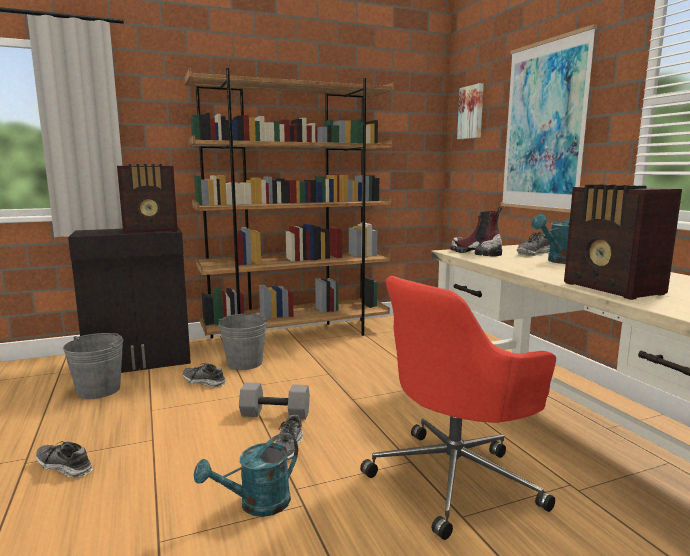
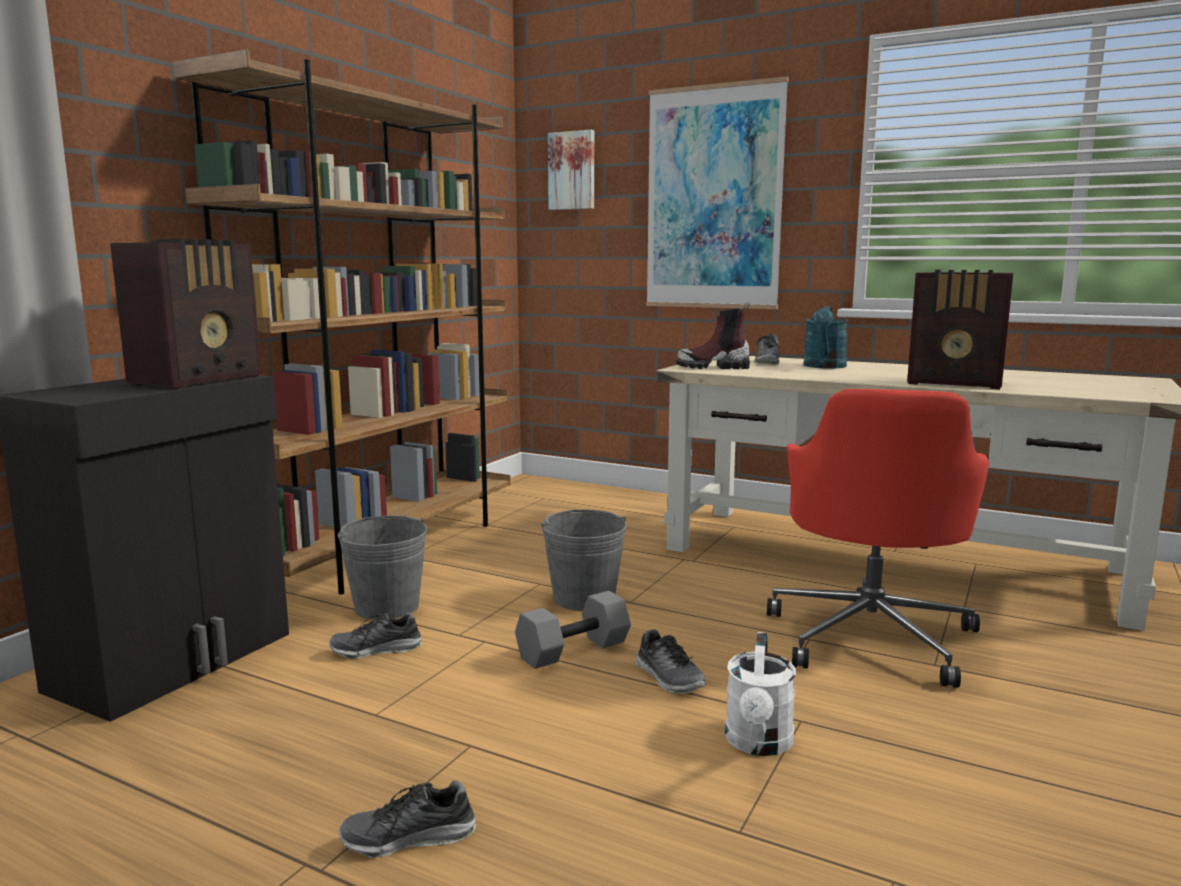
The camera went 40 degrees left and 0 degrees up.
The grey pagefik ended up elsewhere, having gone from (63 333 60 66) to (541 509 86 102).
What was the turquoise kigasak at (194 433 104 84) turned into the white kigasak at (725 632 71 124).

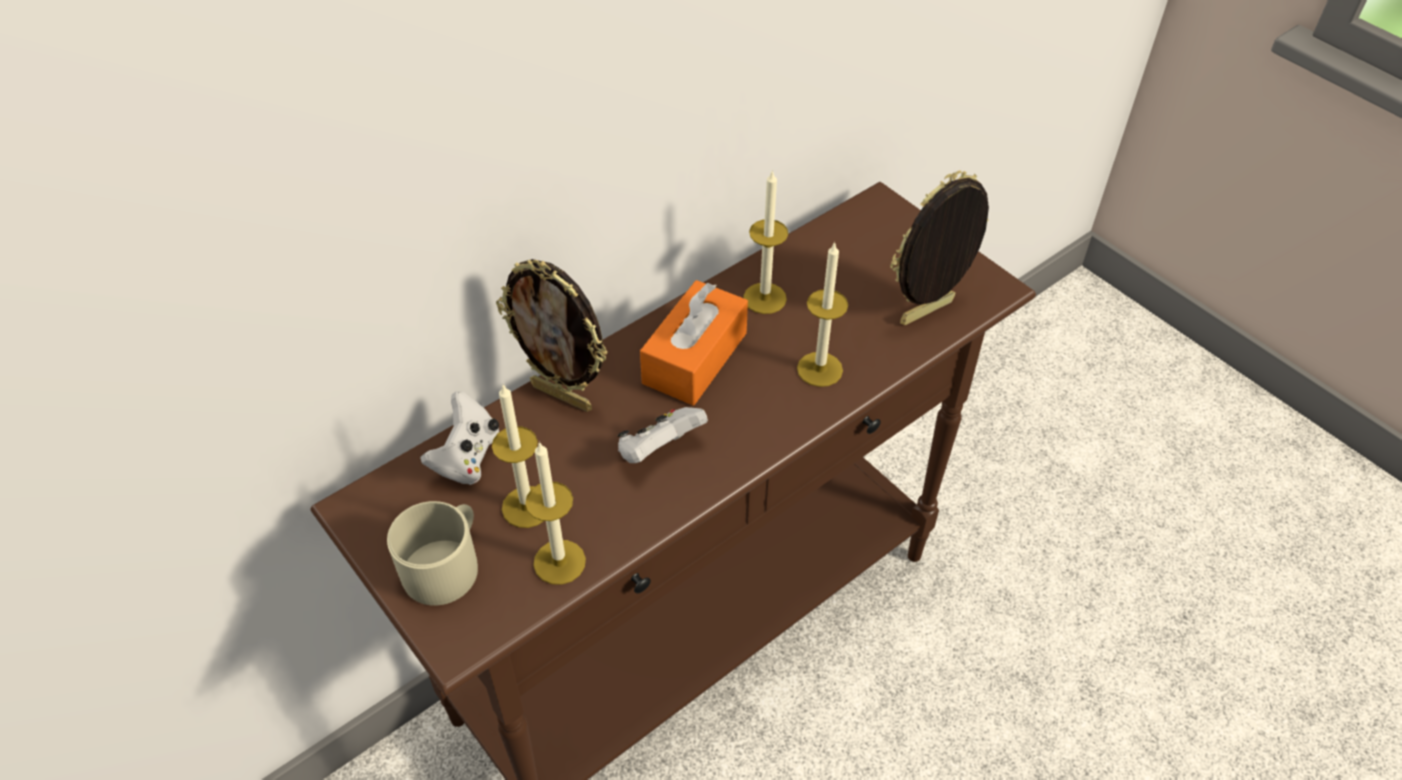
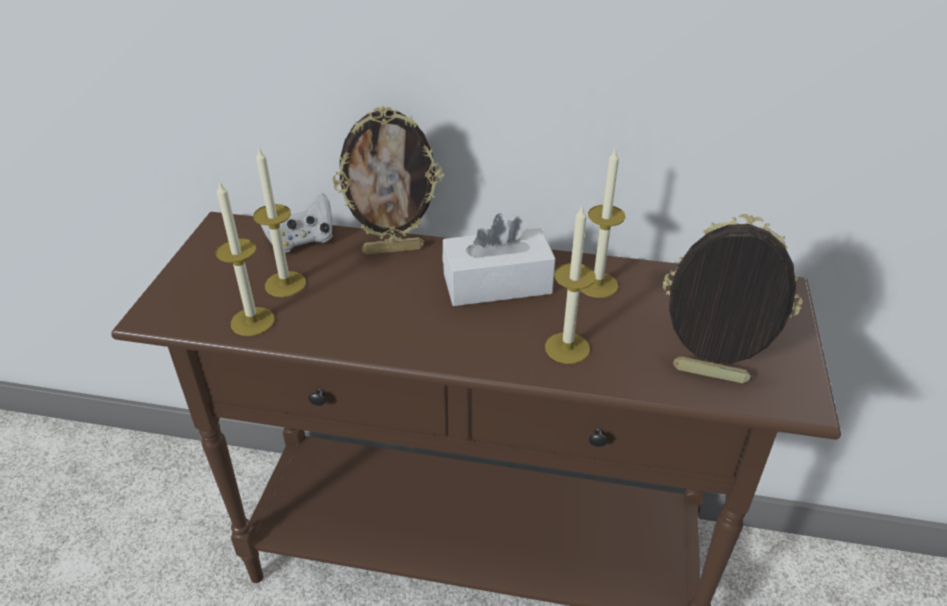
The camera went 50 degrees right and 10 degrees down.
The second view lost the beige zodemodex at (387 501 91 105).
The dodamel at (496 259 112 153) ended up facing another way, 90 degrees counterclockwise from before.
The second view lost the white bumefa at (618 407 90 56).
What was the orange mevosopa at (640 280 108 125) turned into the white mevosopa at (443 213 112 93).

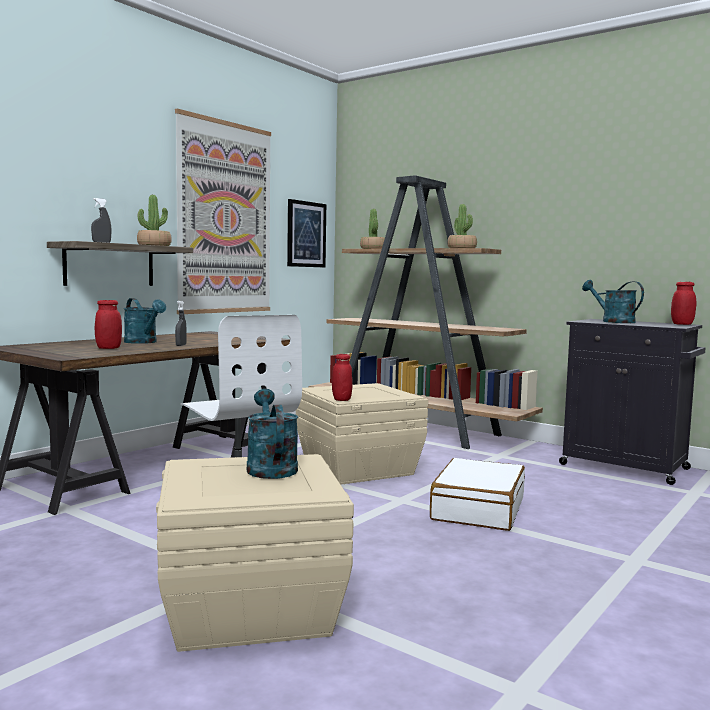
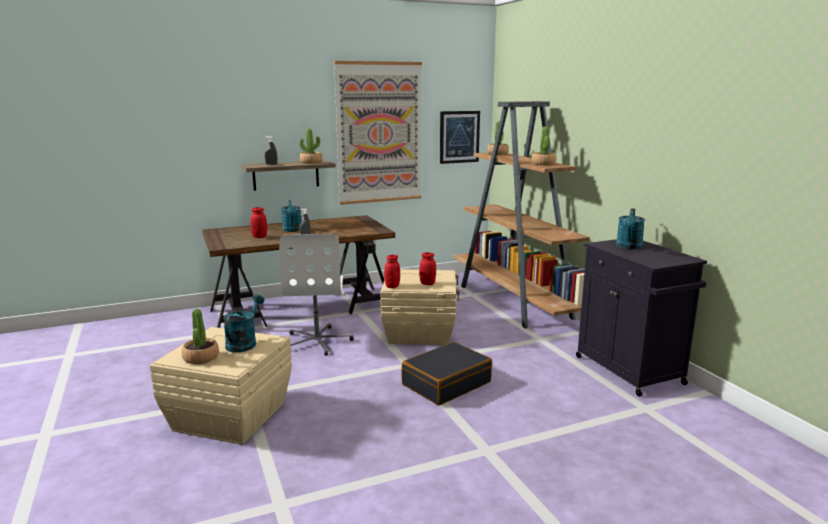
The camera went 30 degrees right and 10 degrees up.
What was the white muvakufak at (430 458 95 73) turned into the black muvakufak at (402 342 90 63).
The turquoise kigasak at (582 280 62 43) ended up facing another way, 150 degrees counterclockwise from before.
The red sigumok ended up elsewhere, having gone from (671 282 25 43) to (419 252 17 33).
The second view gained the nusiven at (182 309 37 55).

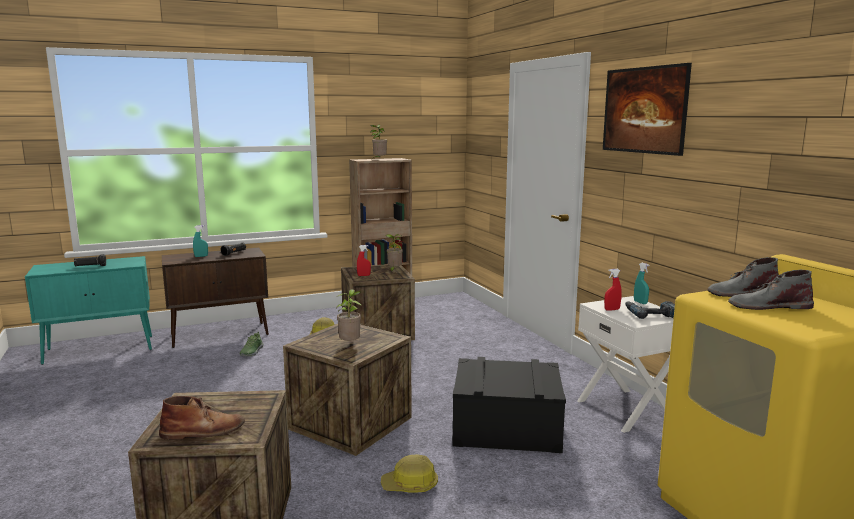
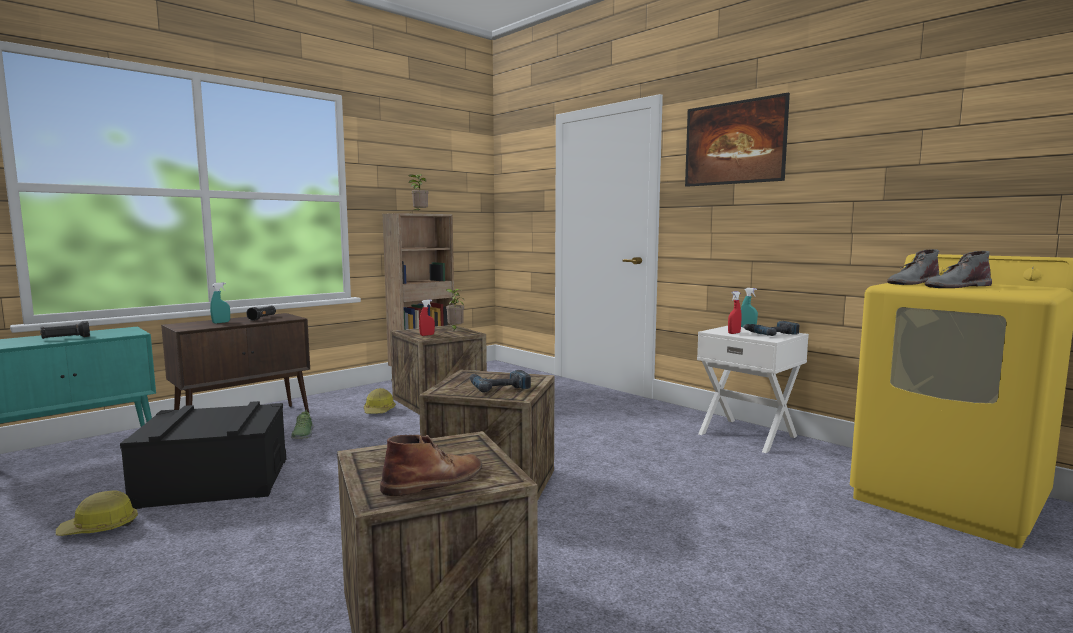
The camera went 20 degrees left and 5 degrees down.
Where the nusiven stood at (336 289 26 52), the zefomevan came to stand at (470 370 61 22).
The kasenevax ended up elsewhere, having gone from (381 454 57 39) to (56 491 82 45).
The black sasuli ended up elsewhere, having gone from (452 357 114 96) to (120 401 166 108).

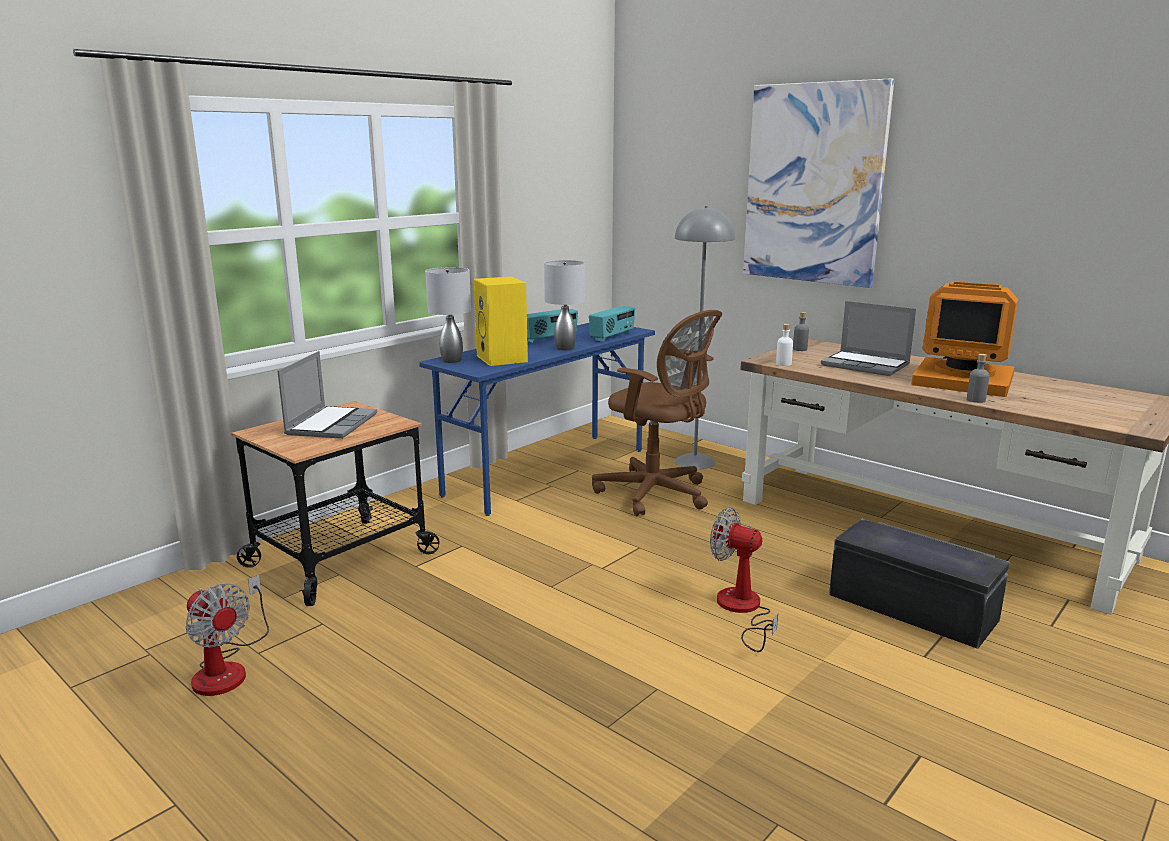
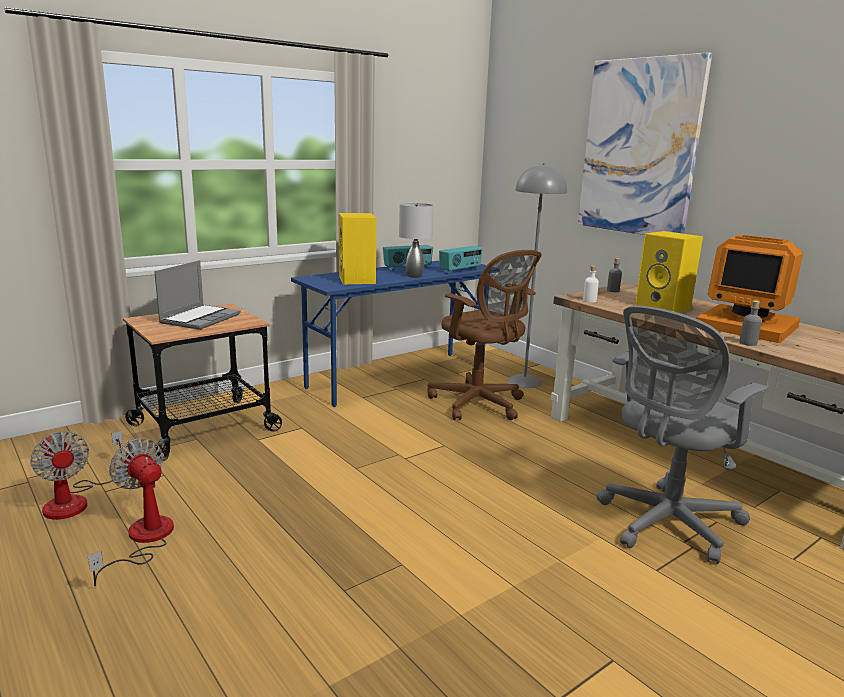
The camera went 10 degrees right and 0 degrees up.
The second view lost the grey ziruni at (425 267 46 96).
The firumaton ended up elsewhere, having gone from (710 508 68 144) to (88 438 86 148).
Where the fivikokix stood at (821 301 95 75), the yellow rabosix came to stand at (635 231 68 82).
Where the black sasuli stood at (829 519 181 130), the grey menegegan came to stand at (597 306 170 258).

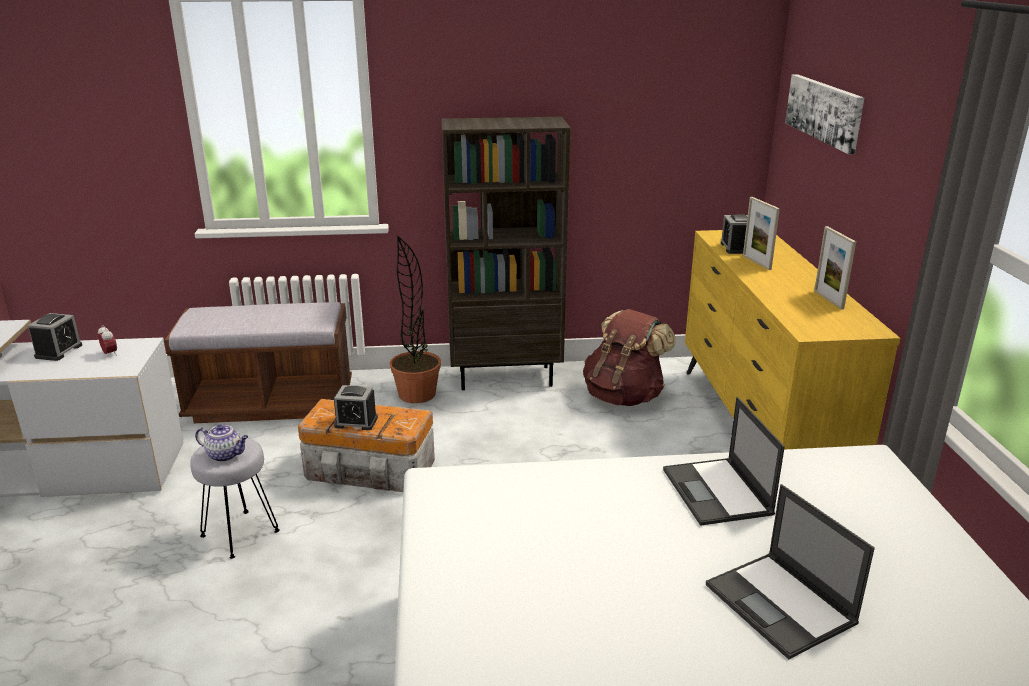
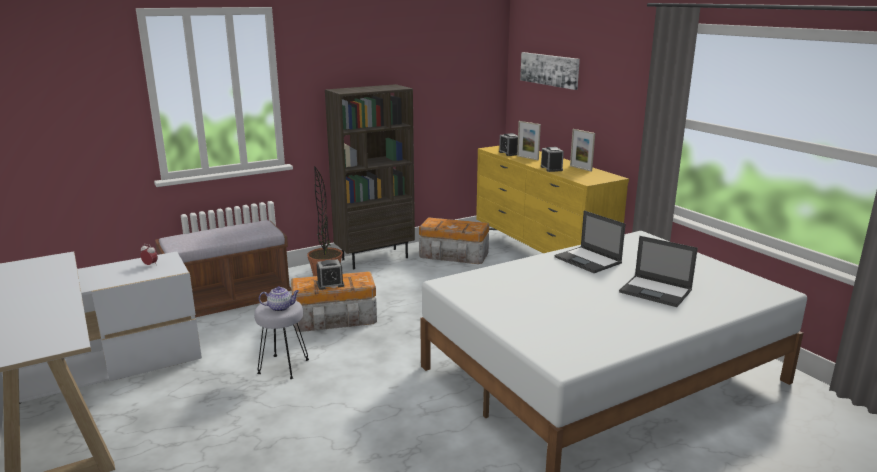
The camera went 25 degrees left and 5 degrees down.
The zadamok ended up elsewhere, having gone from (28 313 54 48) to (541 147 23 25).
Where the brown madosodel stood at (583 309 93 97), the sasuli came to stand at (419 217 70 47).

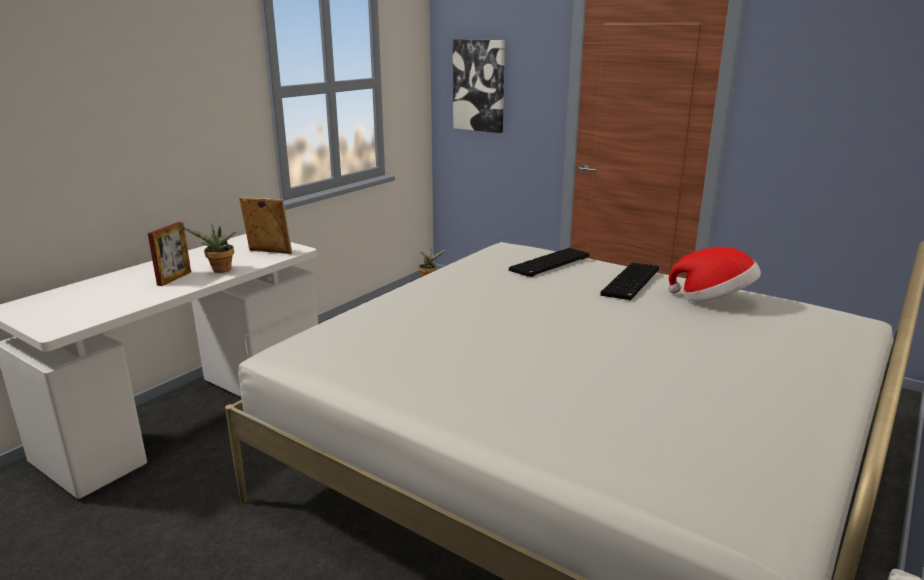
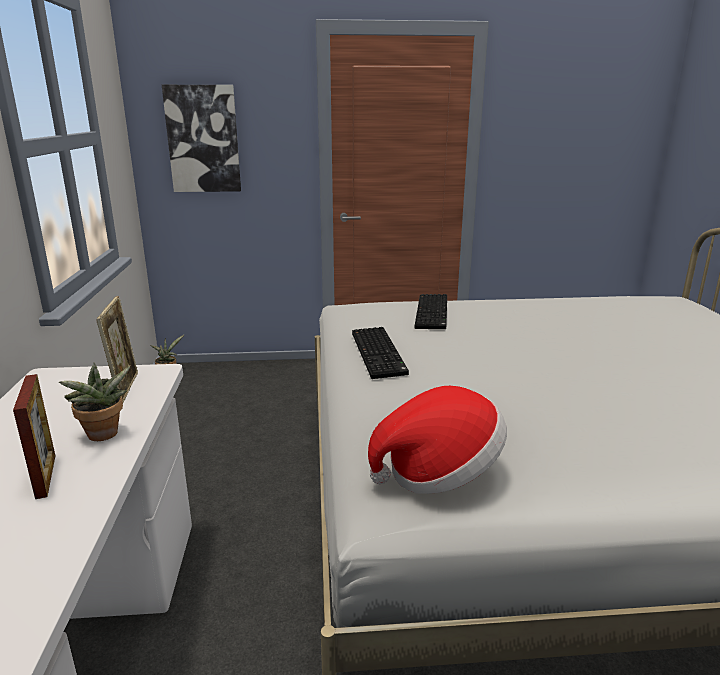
The camera went 40 degrees left and 0 degrees up.
The dodamel at (239 197 53 57) ended up facing another way, 105 degrees clockwise from before.
The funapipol ended up elsewhere, having gone from (600 262 59 38) to (352 327 57 52).
The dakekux ended up elsewhere, having gone from (668 247 93 54) to (368 386 139 108).

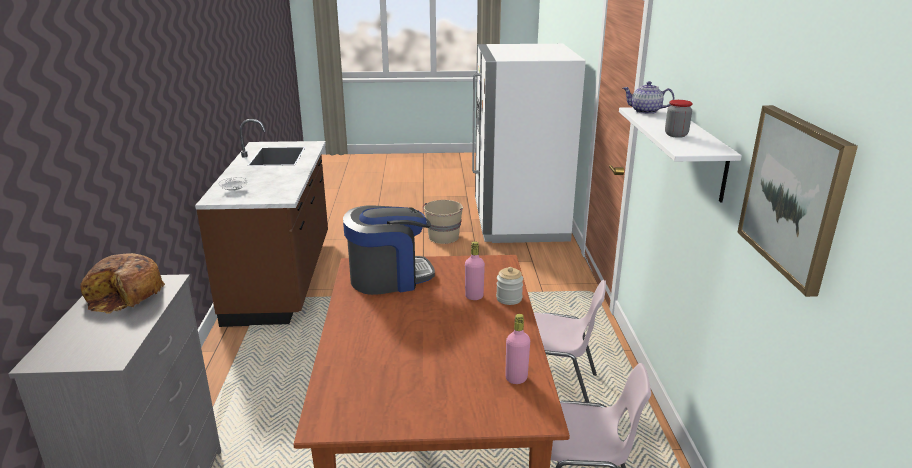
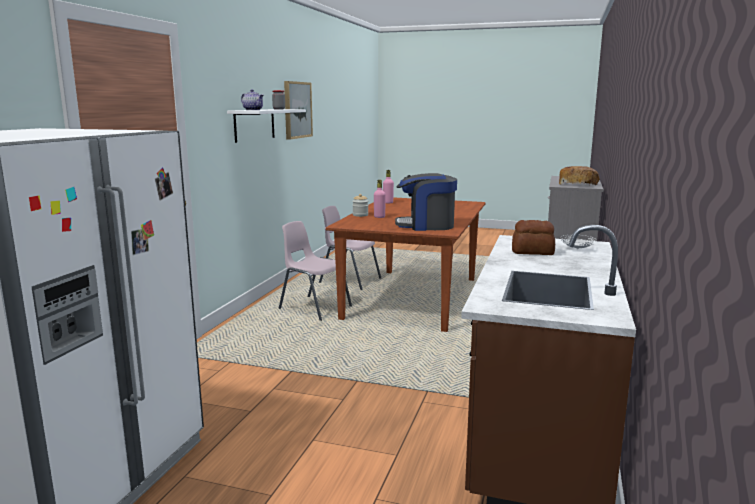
The camera went 160 degrees left and 10 degrees down.
The second view lost the beige pagefik at (422 200 41 44).
The second view gained the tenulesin at (512 220 43 35).

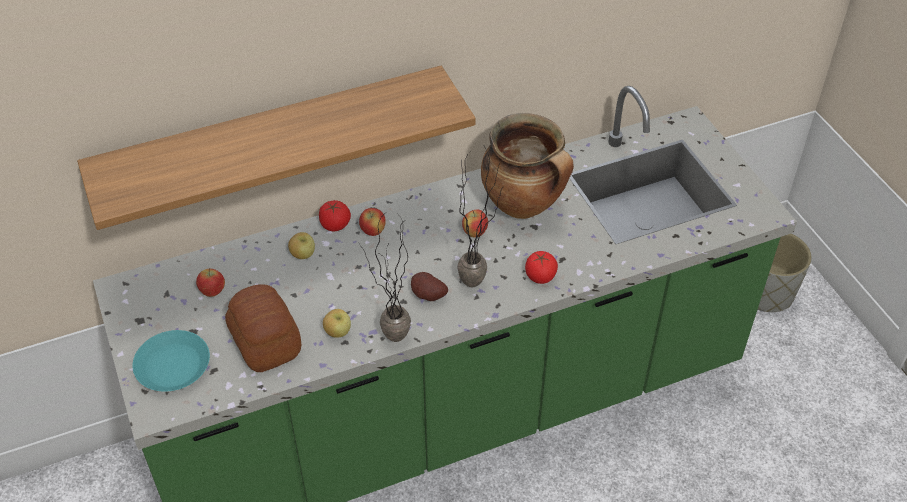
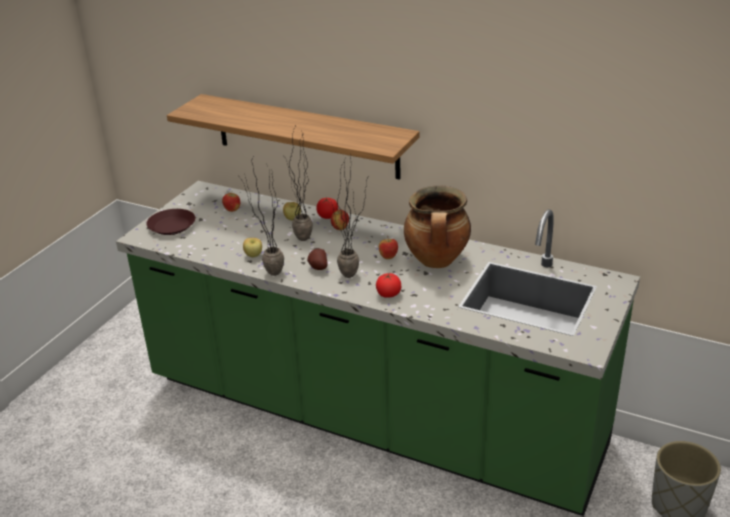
The camera went 50 degrees right and 15 degrees down.
What was the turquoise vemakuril at (132 330 78 62) turned into the brown vemakuril at (146 209 49 26).
The second view lost the tenulesin at (225 284 76 88).
The second view gained the nusiven at (282 127 31 114).

